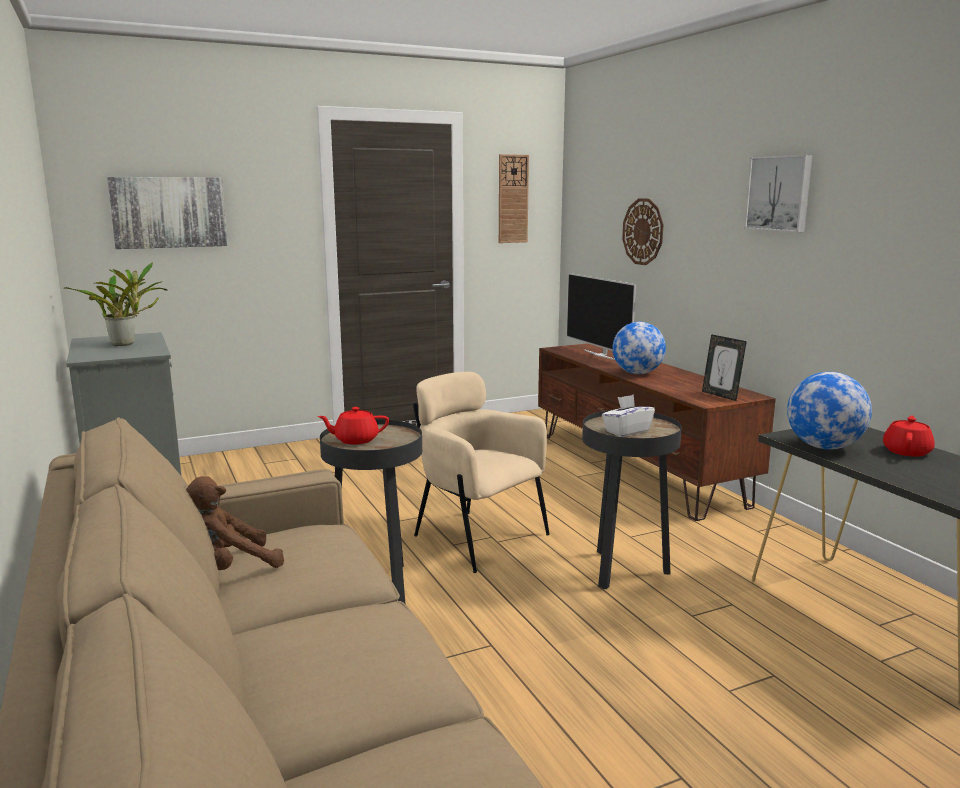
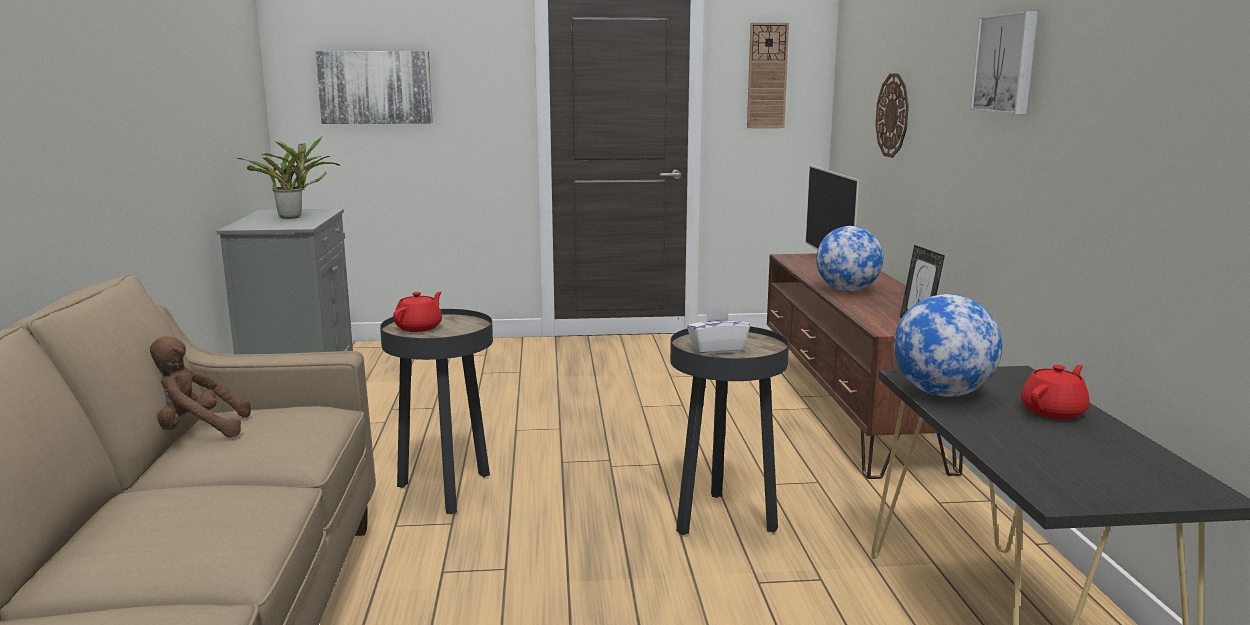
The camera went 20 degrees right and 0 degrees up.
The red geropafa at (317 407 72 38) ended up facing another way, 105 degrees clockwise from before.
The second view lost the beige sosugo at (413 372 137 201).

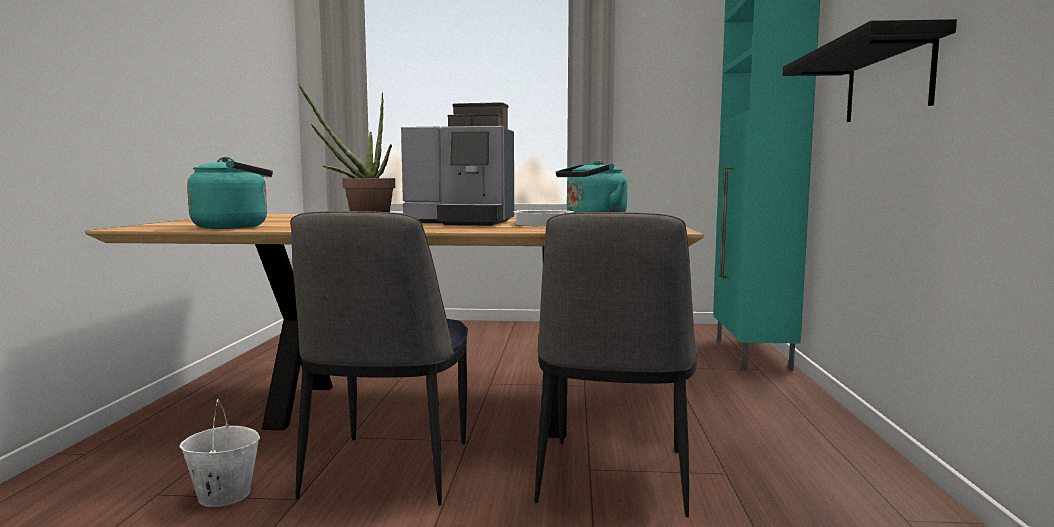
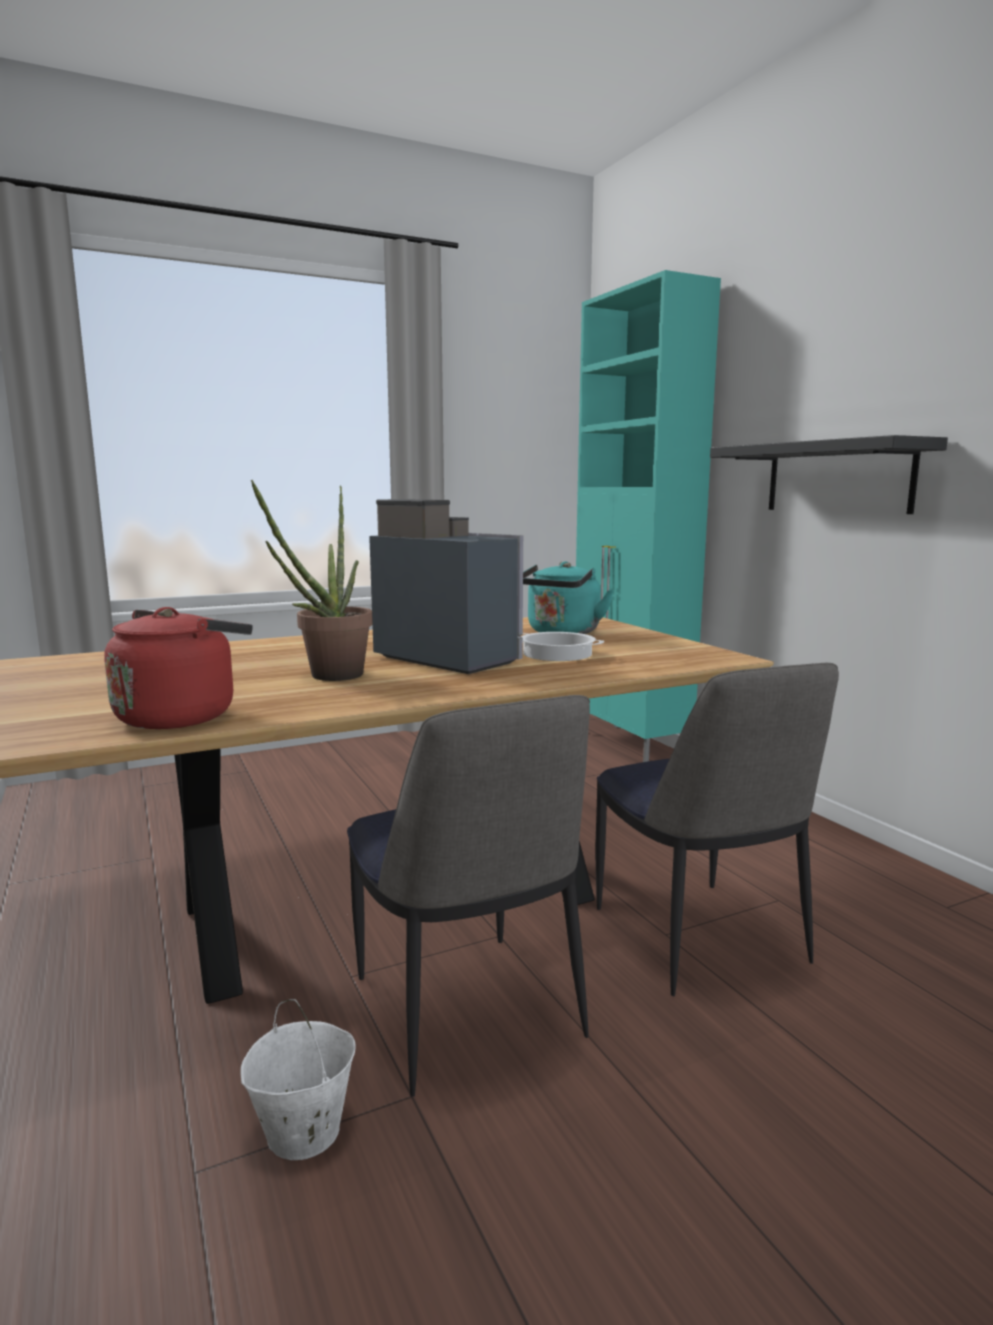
The camera went 30 degrees left and 5 degrees up.
What was the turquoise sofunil at (187 157 86 72) turned into the red sofunil at (104 607 149 122).
The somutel at (401 102 113 124) ended up facing another way, 120 degrees counterclockwise from before.

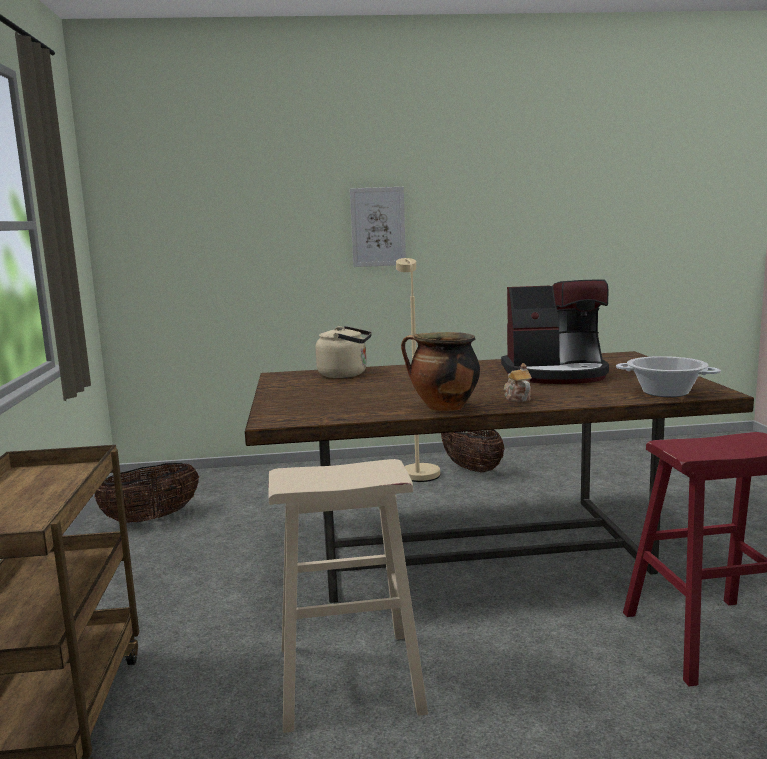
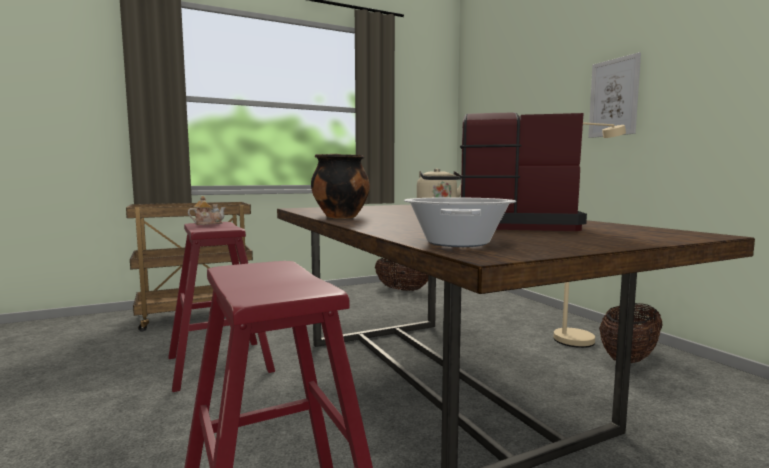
The camera went 70 degrees right and 5 degrees down.
What was the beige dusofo at (268 459 160 274) turned into the red dusofo at (168 222 107 170).
The somutel at (501 280 108 104) ended up facing another way, 120 degrees clockwise from before.
The geropafa ended up elsewhere, having gone from (504 363 28 39) to (188 196 38 29).

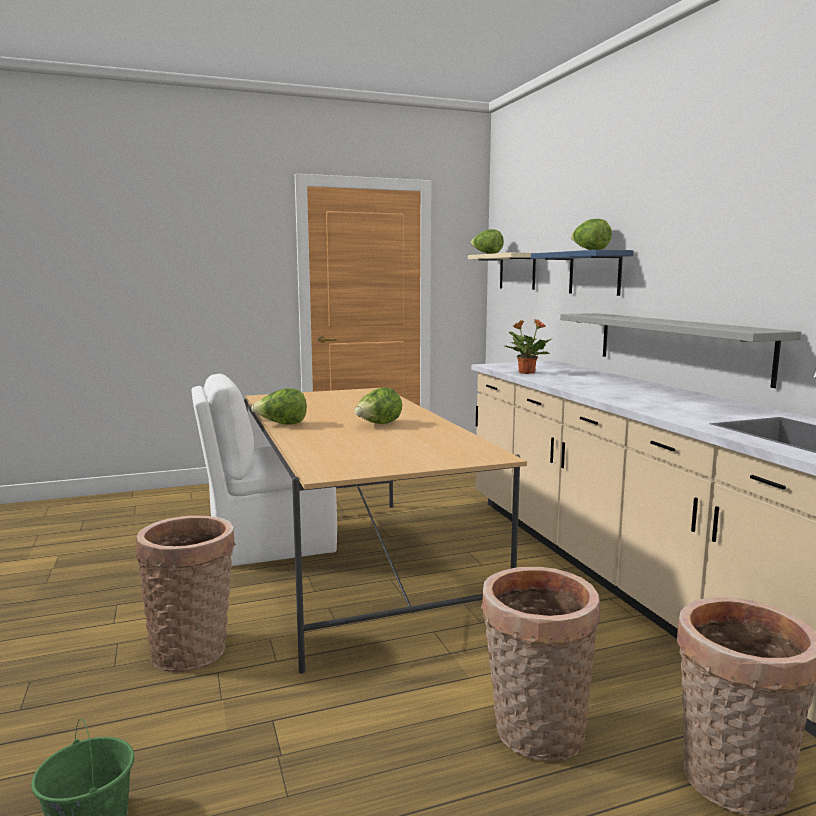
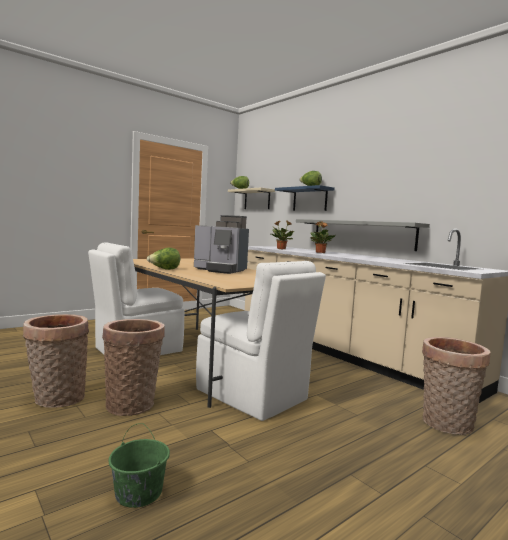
The camera went 20 degrees left and 5 degrees down.
Where the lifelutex stood at (355 388 47 36), the somutel came to stand at (194 215 55 59).
The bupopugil ended up elsewhere, having gone from (481 567 120 194) to (23 314 66 94).
The second view gained the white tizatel at (196 261 130 160).
The second view gained the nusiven at (310 222 26 31).

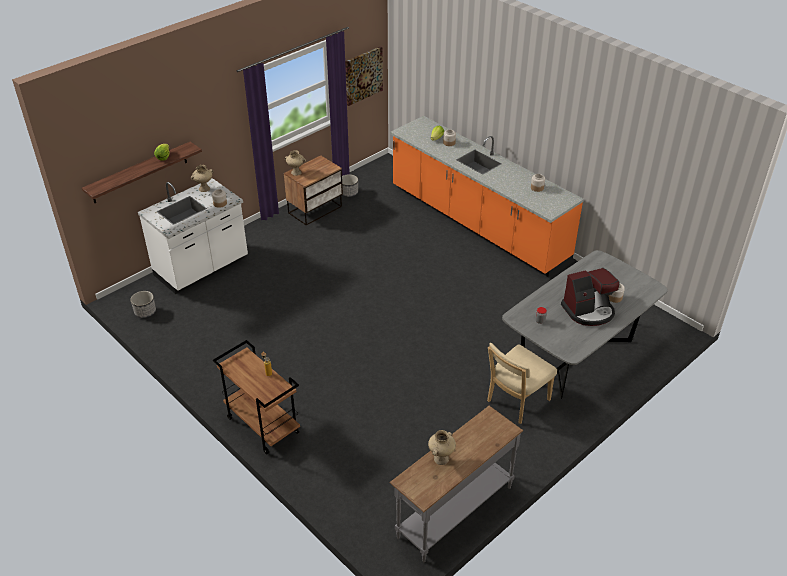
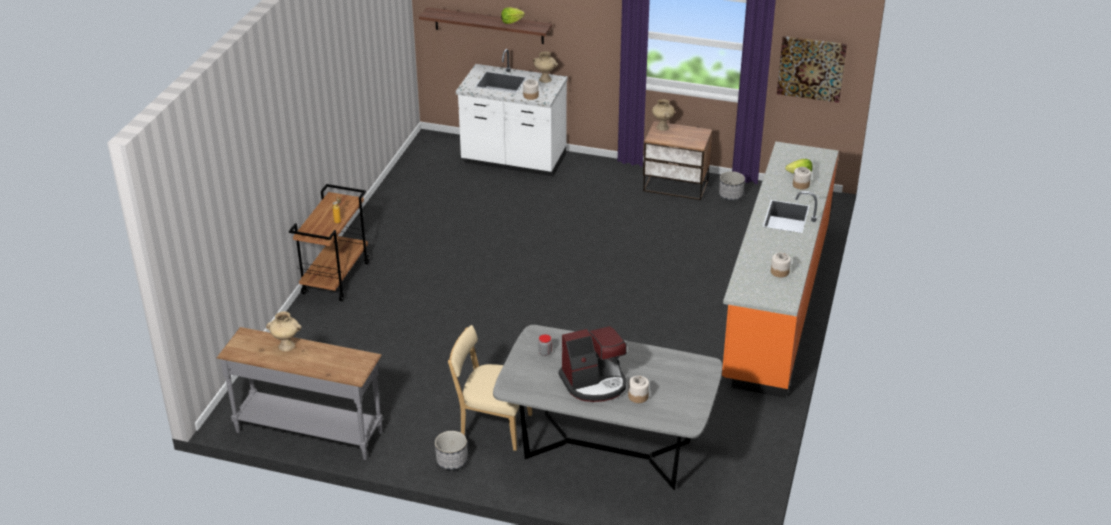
The camera went 60 degrees right and 5 degrees down.
The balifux ended up elsewhere, having gone from (131 291 25 27) to (435 431 32 39).
The somutel at (561 268 58 58) ended up facing another way, 60 degrees counterclockwise from before.

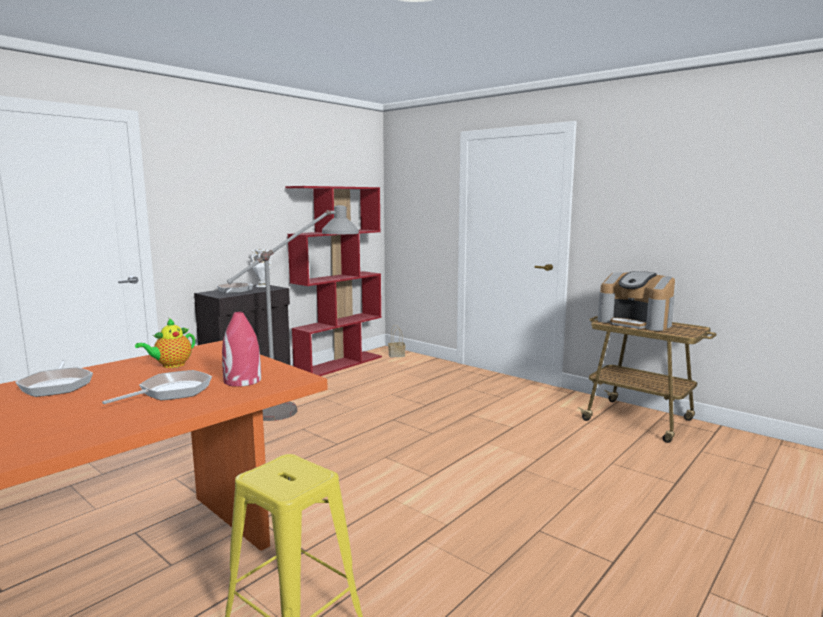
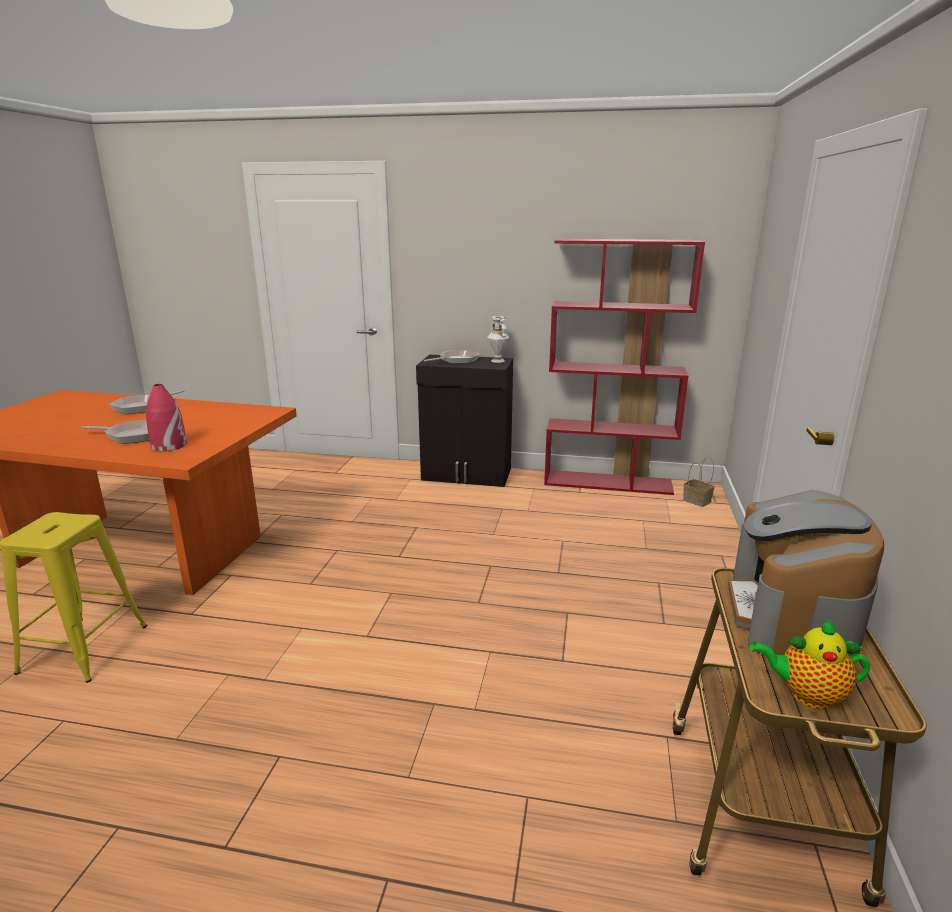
The camera went 60 degrees right and 10 degrees up.
The geropafa ended up elsewhere, having gone from (135 318 60 50) to (750 620 120 89).
The second view lost the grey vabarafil at (227 205 132 216).

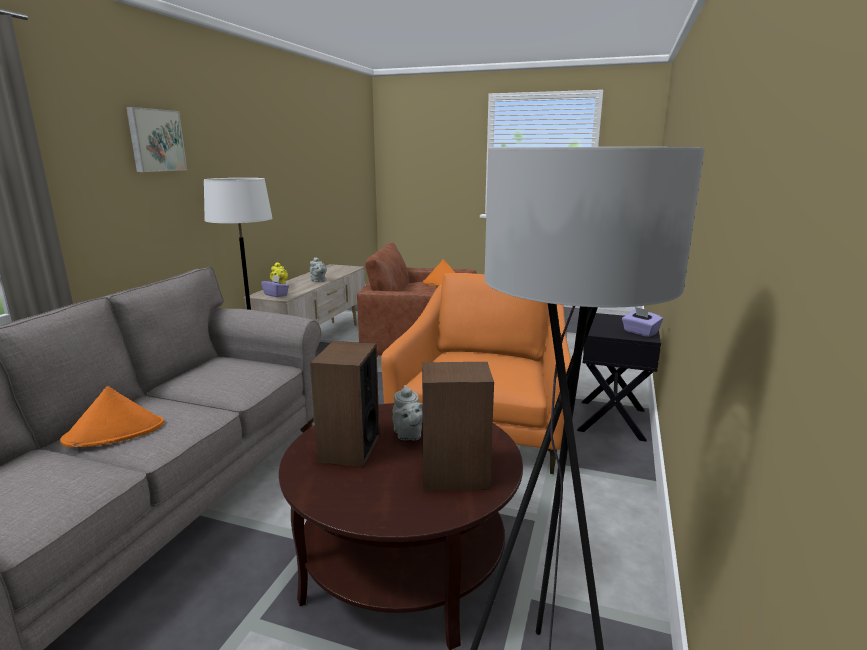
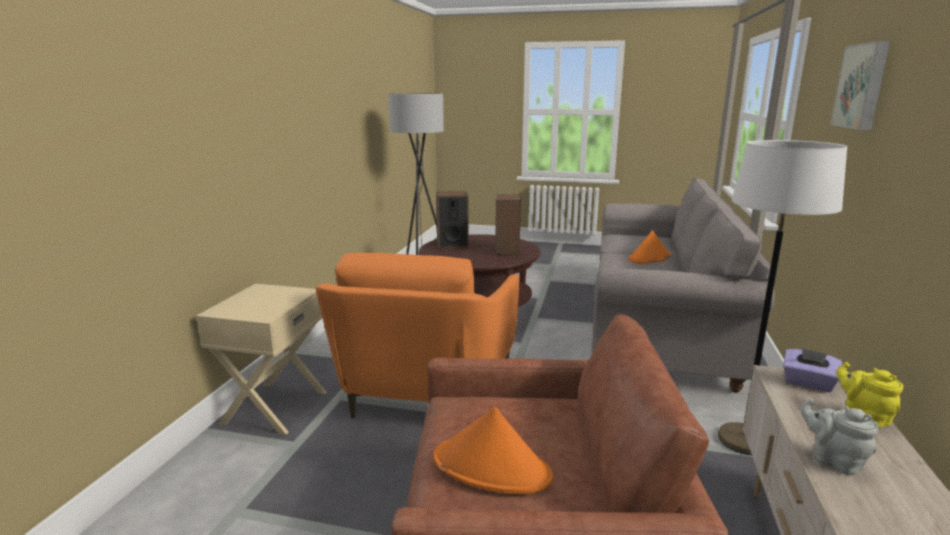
The camera went 175 degrees right and 0 degrees up.
The second view lost the grey geropafa at (392 385 31 55).
What was the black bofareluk at (577 313 84 129) turned into the beige bofareluk at (196 284 131 151).
The second view lost the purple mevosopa at (622 307 41 30).

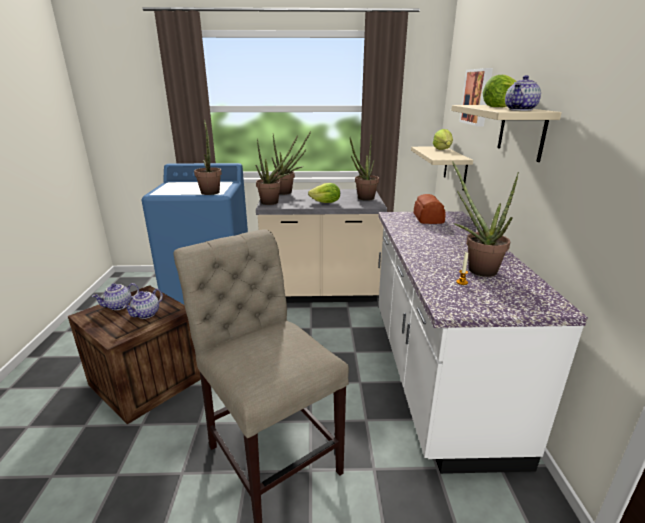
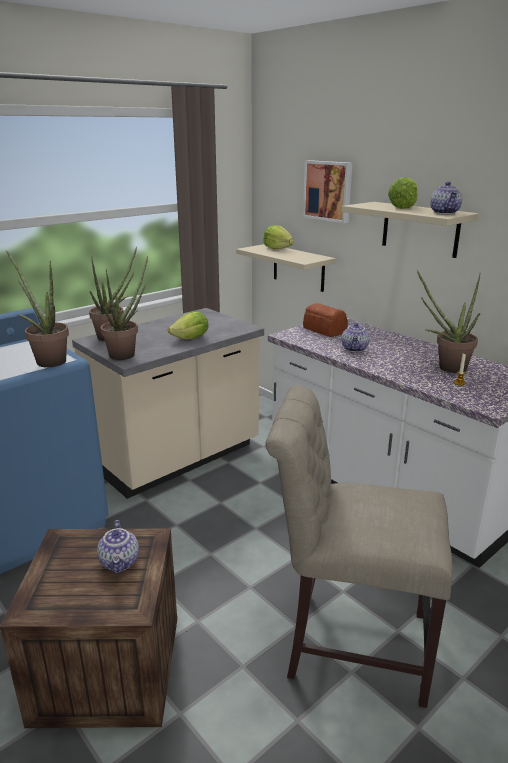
The camera went 40 degrees left and 0 degrees up.
The geropafa ended up elsewhere, having gone from (91 283 48 27) to (342 323 28 29).
The second view lost the nusiven at (350 137 29 64).

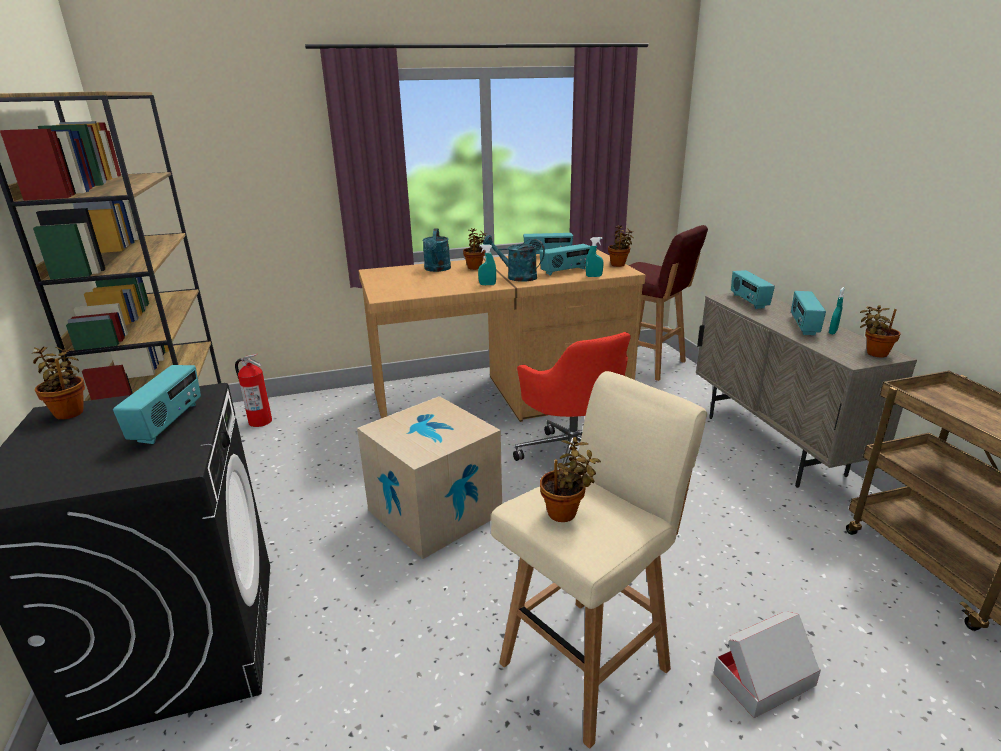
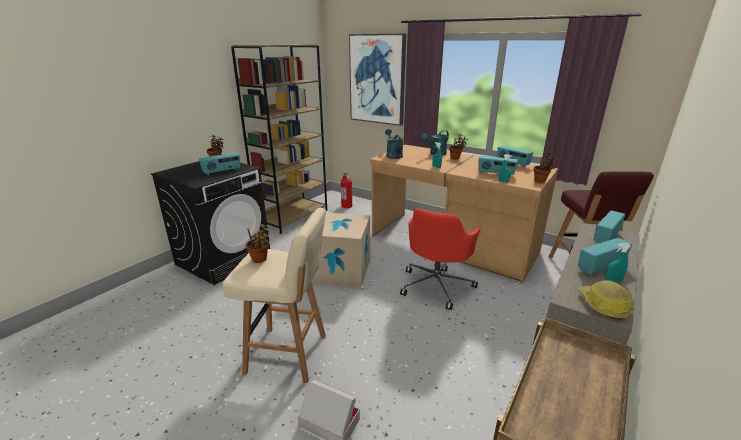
The camera went 50 degrees right and 0 degrees up.
The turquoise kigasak ended up elsewhere, having gone from (483 235 62 47) to (385 129 18 30).
Where the nusiven stood at (860 305 41 53), the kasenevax came to stand at (578 280 55 40).
The second view gained the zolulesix at (349 34 57 92).

